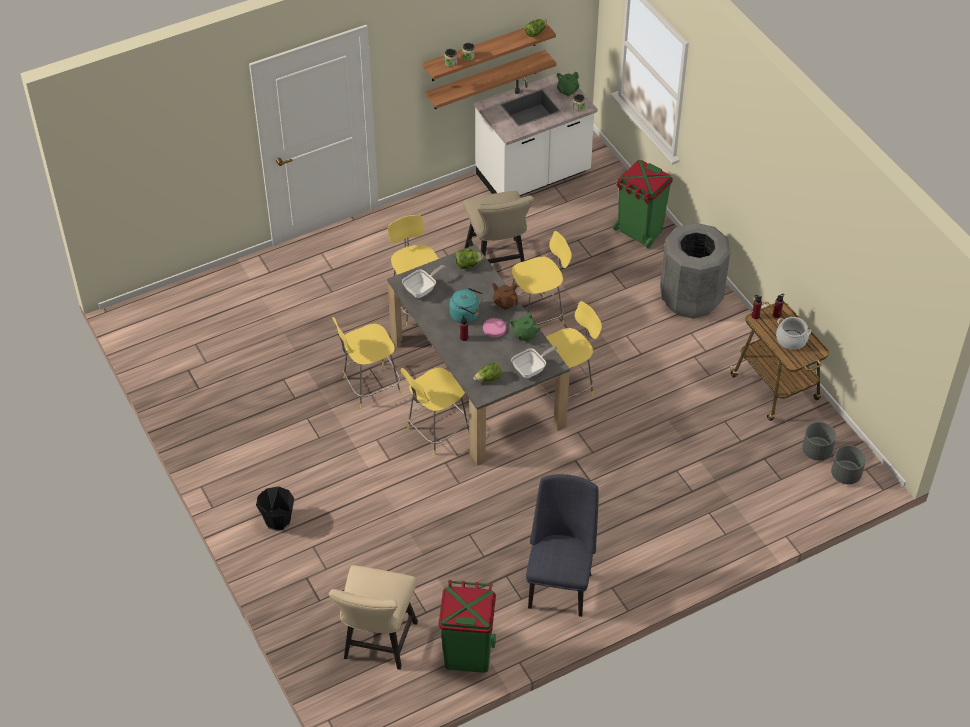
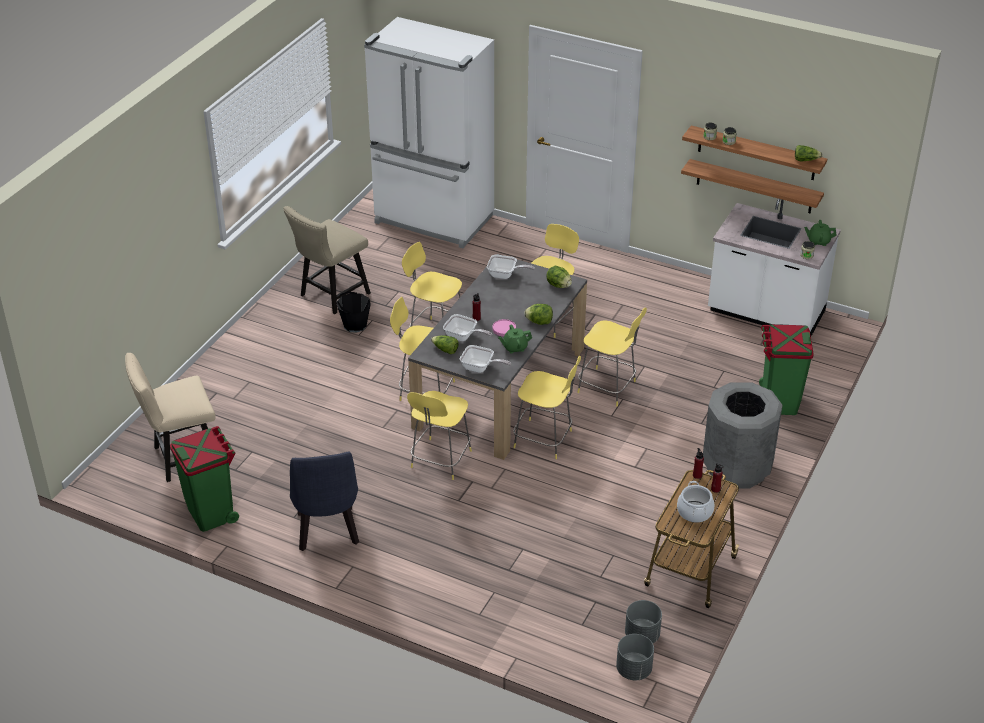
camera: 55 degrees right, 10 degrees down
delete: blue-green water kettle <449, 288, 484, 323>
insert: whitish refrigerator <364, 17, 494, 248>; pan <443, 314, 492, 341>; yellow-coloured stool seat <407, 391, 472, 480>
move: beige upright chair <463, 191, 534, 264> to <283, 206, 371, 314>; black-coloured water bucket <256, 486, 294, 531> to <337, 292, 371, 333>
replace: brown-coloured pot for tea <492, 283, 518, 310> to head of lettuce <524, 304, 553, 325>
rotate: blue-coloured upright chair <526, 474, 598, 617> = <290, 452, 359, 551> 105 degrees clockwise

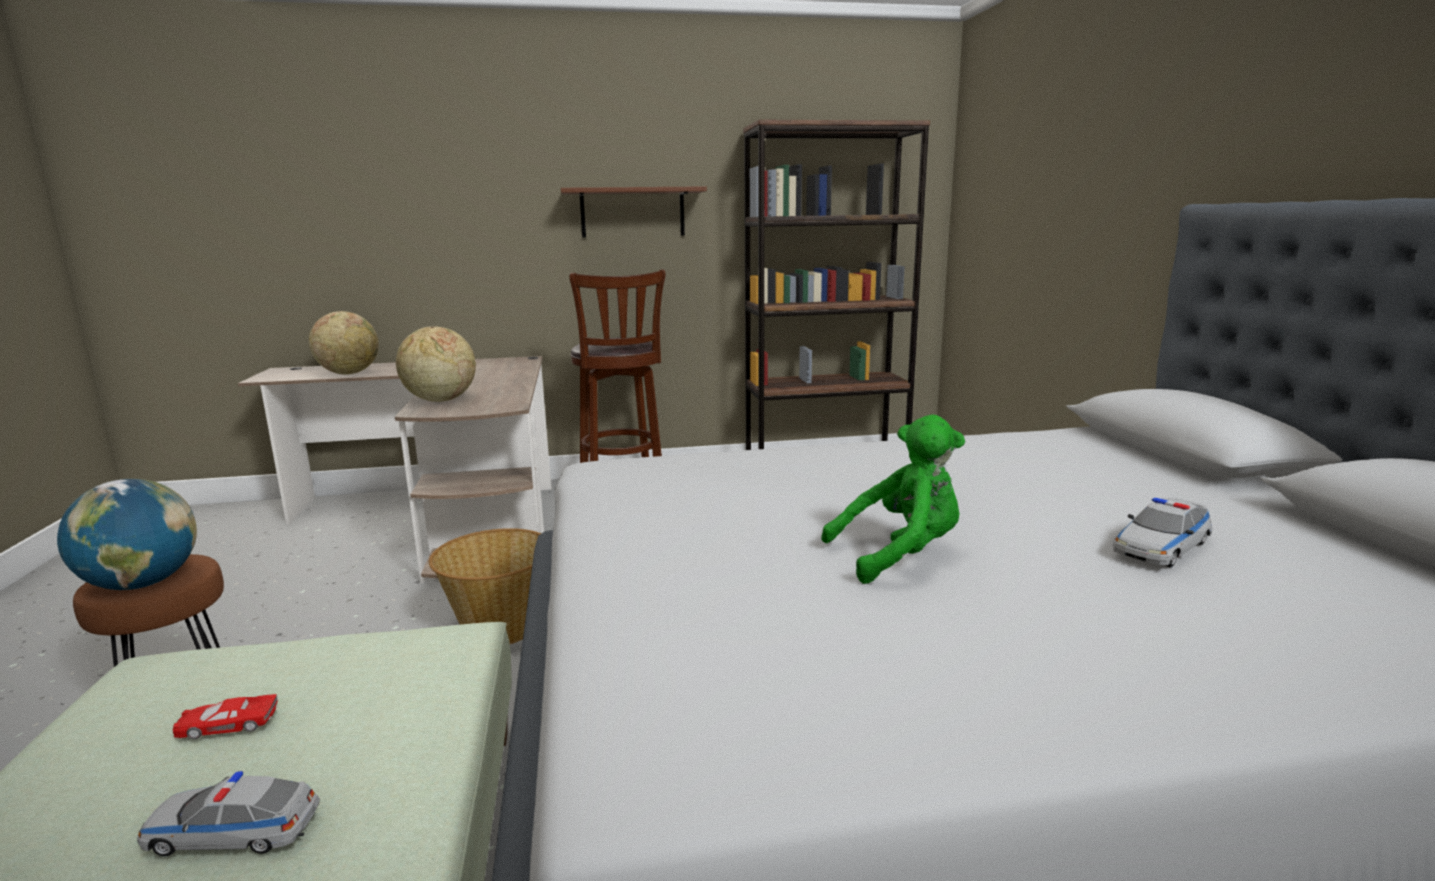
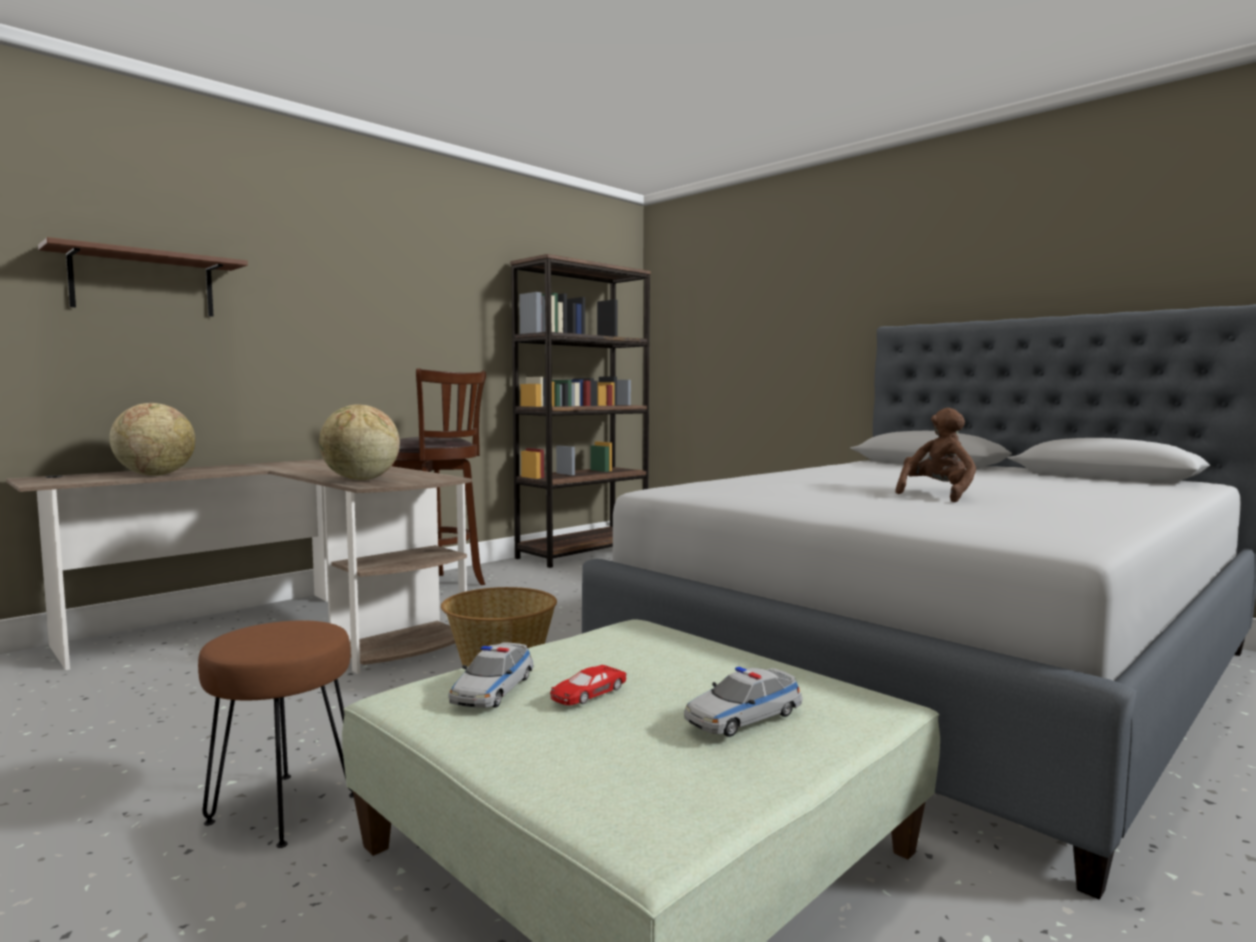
camera: 35 degrees left, 10 degrees down
delete: world globe <57, 479, 197, 590>
move: brown-coloured shelf <561, 186, 707, 238> to <38, 237, 248, 317>; miniature car <1113, 498, 1212, 567> to <448, 642, 534, 708>
recolor: greenish cuddly toy <821, 415, 965, 584> to brown-coloured cuddly toy <895, 408, 976, 502>

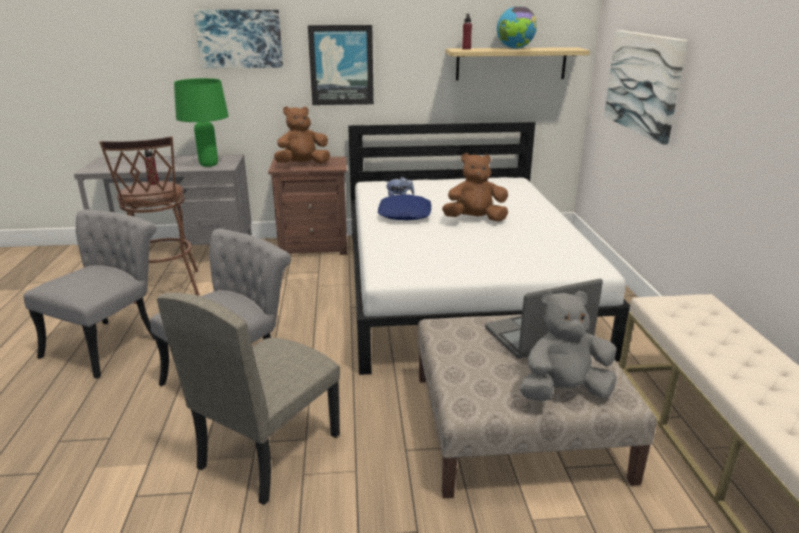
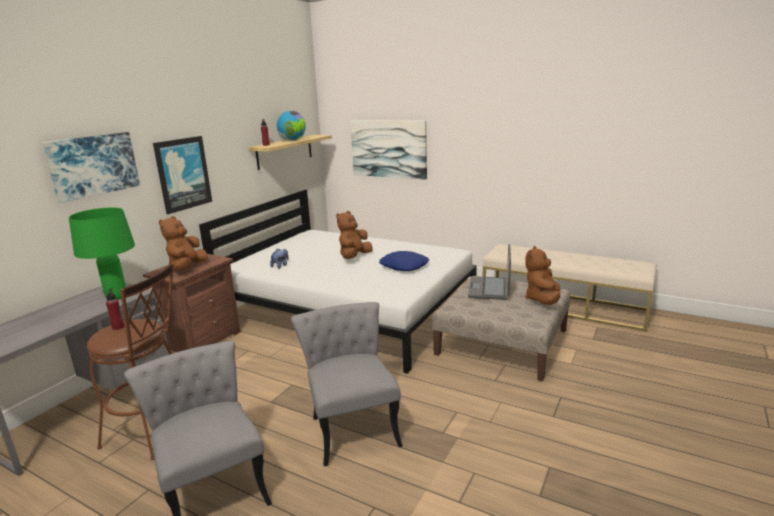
camera: 55 degrees left, 5 degrees down
delete: beige upright chair <157, 293, 340, 505>
move: blue-coloured pillow <378, 194, 432, 220> to <379, 251, 429, 271>
recolor: grey cuddly toy <520, 291, 617, 401> to brown-coloured cuddly toy <525, 246, 560, 305>

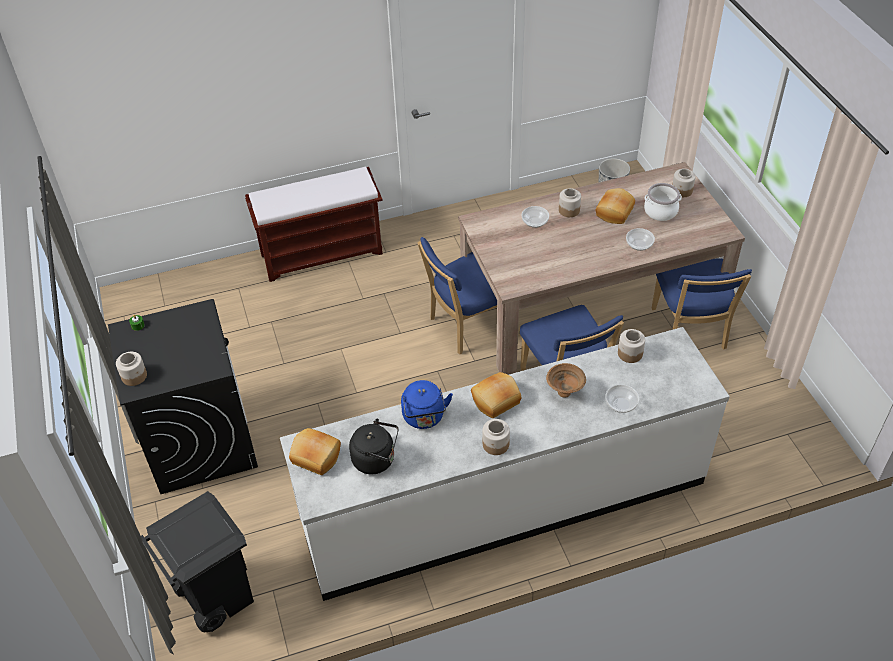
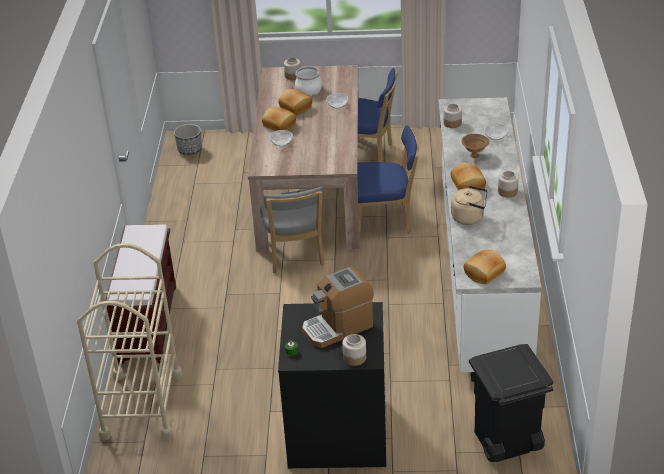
camera: 70 degrees left, 10 degrees down
delete: black-coloured water kettle <349, 419, 398, 474>
insert: beige trolley <77, 243, 183, 441>; coffee brewer <302, 267, 374, 348>
replace: preserve jar <559, 188, 581, 217> to bread <262, 107, 296, 131>
recolor: blue-coloured upright chair <417, 237, 497, 355> to grey upright chair <260, 187, 325, 273>; blue-coloured water kettle <401, 380, 453, 429> to beige water kettle <451, 185, 487, 225>

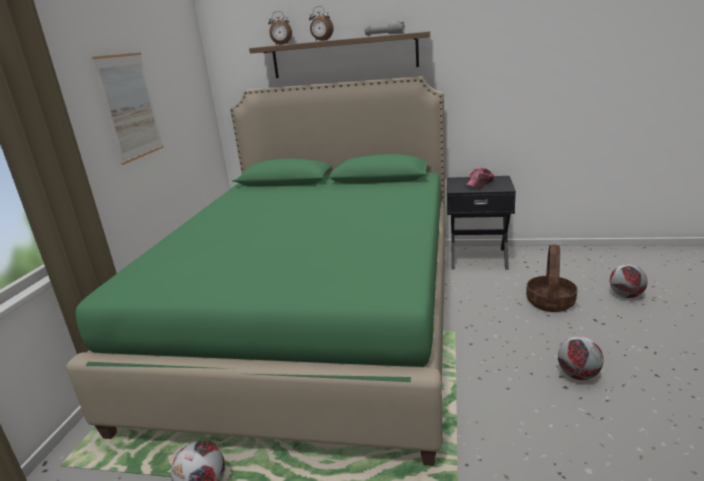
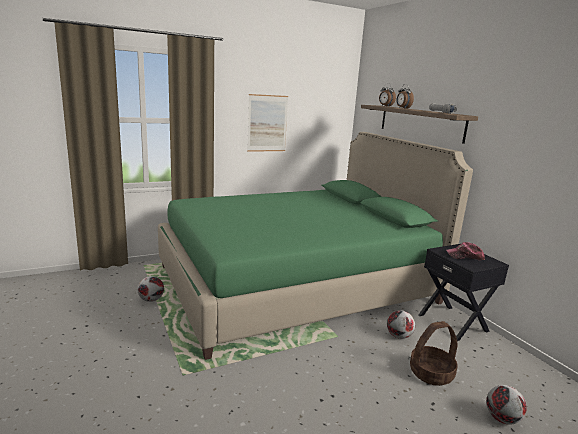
camera: 50 degrees right, 5 degrees down
move: football ball <558, 336, 603, 380> to <387, 310, 415, 339>

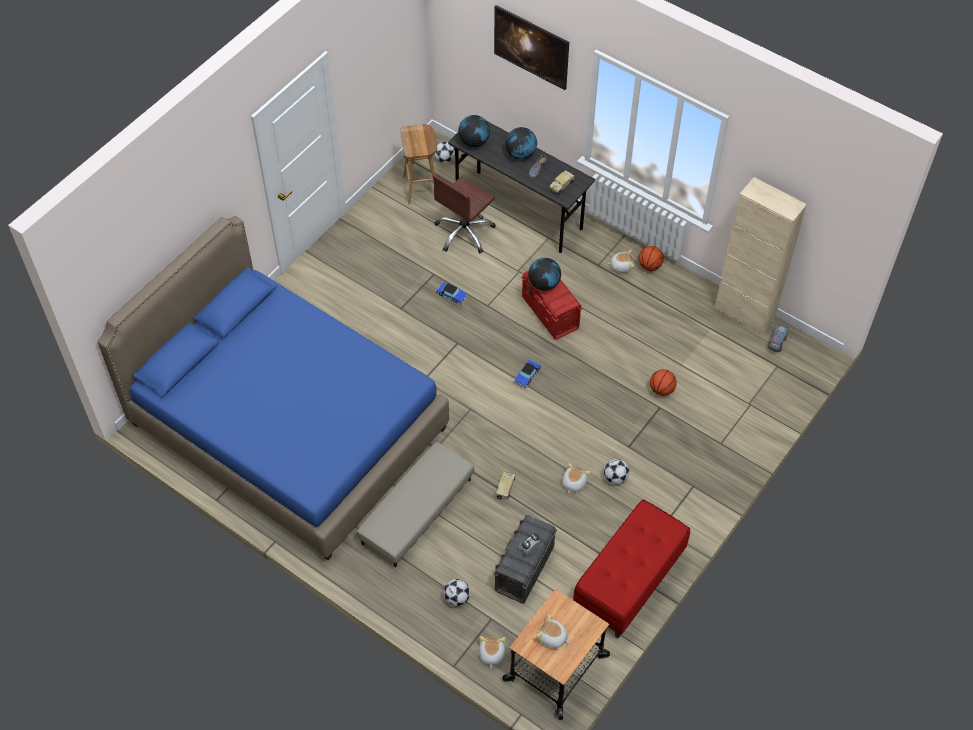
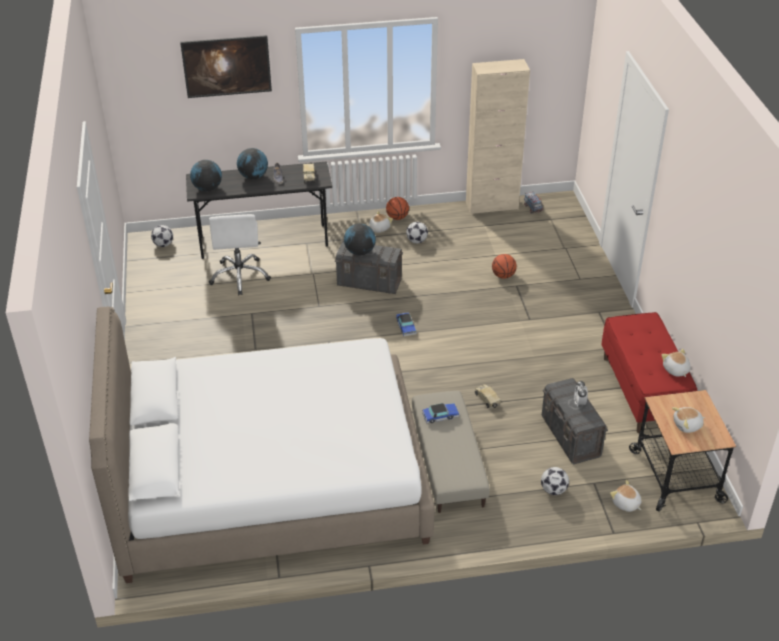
camera: 45 degrees left, 15 degrees down
delete: brown-coloured stool seat <400, 124, 437, 204>
move: miniature car <436, 282, 468, 305> to <422, 403, 459, 423>; football ball <604, 459, 629, 484> to <406, 222, 428, 243>; cuddly toy <562, 463, 590, 493> to <662, 349, 691, 377>
recolor: brown-coloured desk chair <433, 175, 496, 253> to whitish desk chair <209, 214, 271, 296>; blue-coloured sleeping bed <97, 216, 449, 560> to whitish sleeping bed <89, 307, 435, 583>; red-coloured storage bin <521, 271, 583, 340> to grey storage bin <335, 240, 403, 294>

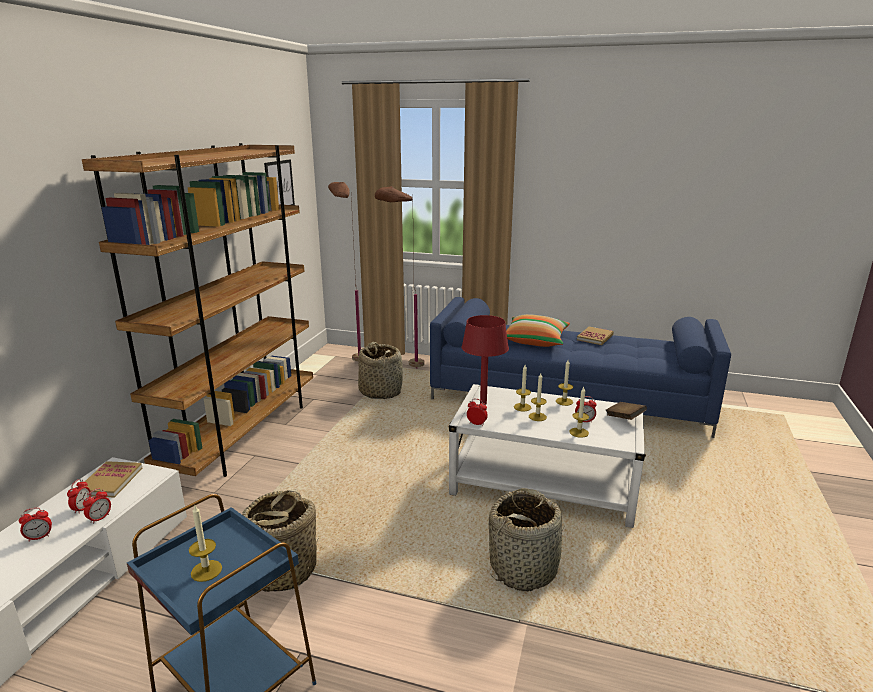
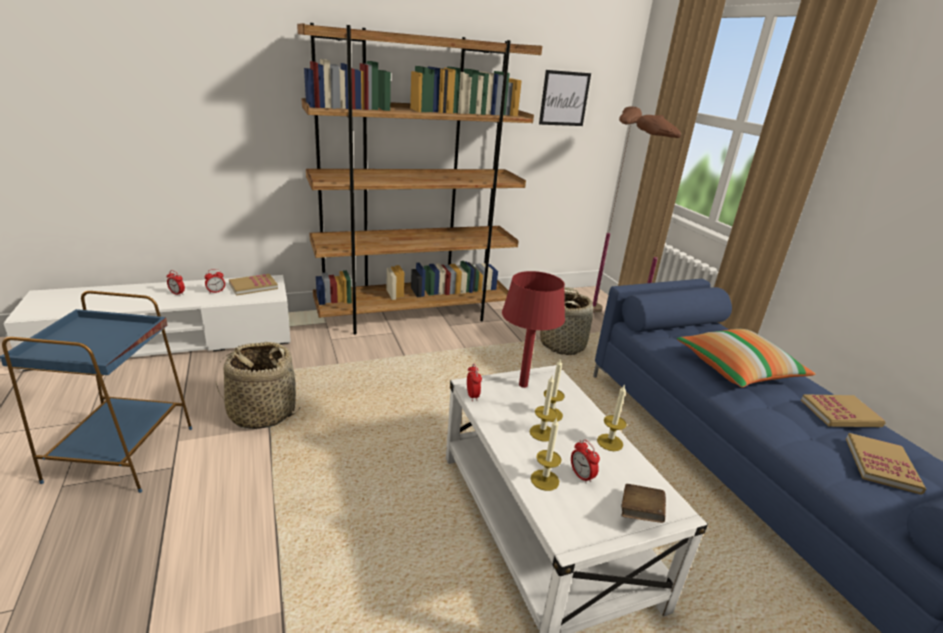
camera: 50 degrees right, 5 degrees up
delete: storage basket <489, 488, 565, 591>; alarm clock <83, 489, 111, 524>; candle <189, 505, 222, 582>
insert: book <846, 433, 926, 495>

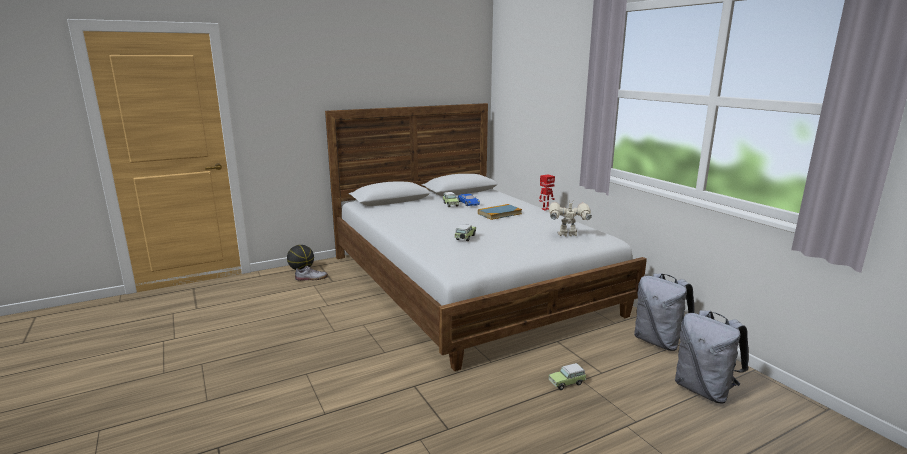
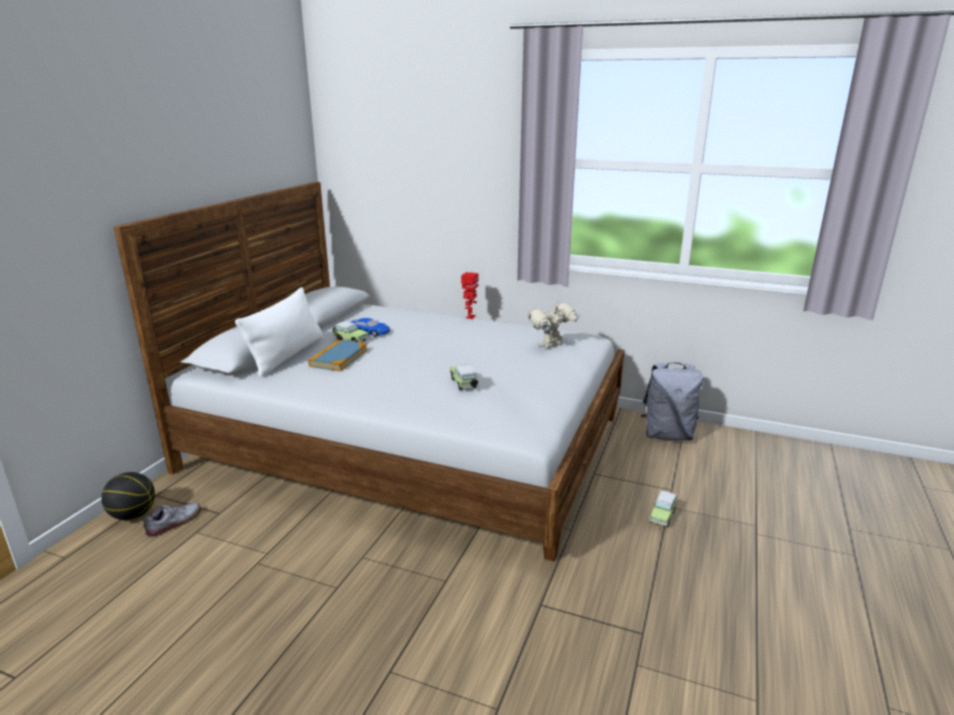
camera: 40 degrees left, 5 degrees up
delete: grey knapsack <675, 310, 749, 403>
insert: whitish pillow <235, 287, 324, 378>
move: book <478, 204, 522, 220> to <309, 340, 368, 371>

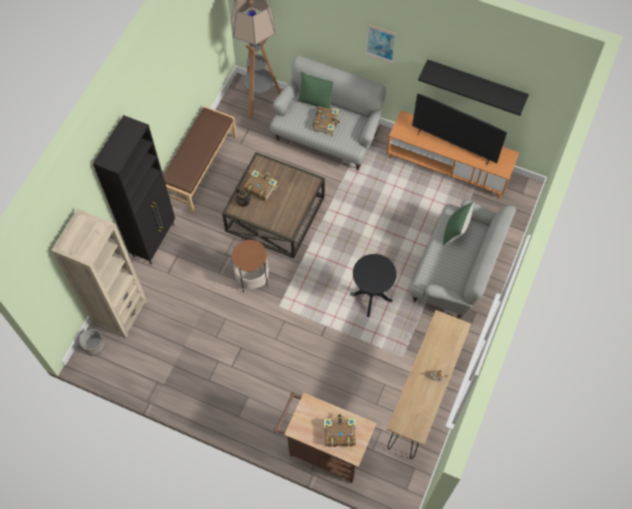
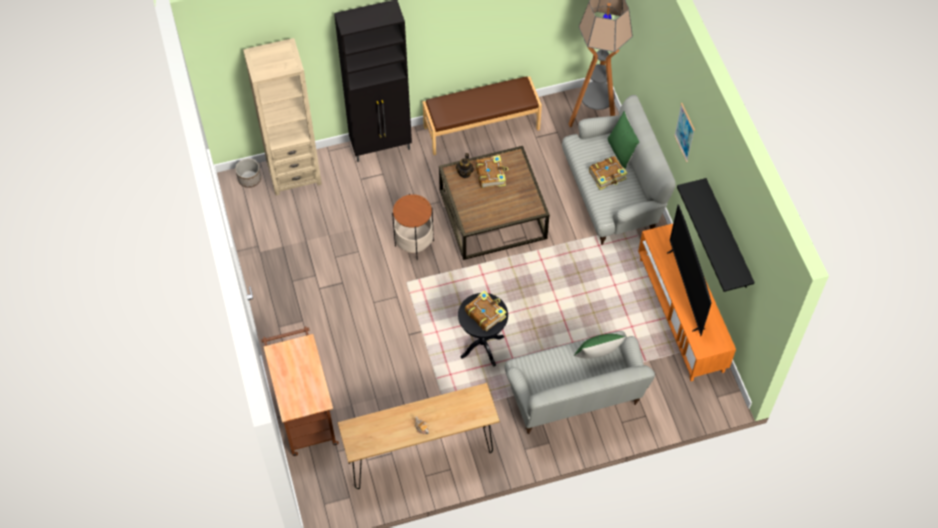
camera: 50 degrees right, 5 degrees down
move: book <324, 413, 356, 447> to <465, 290, 506, 331>

